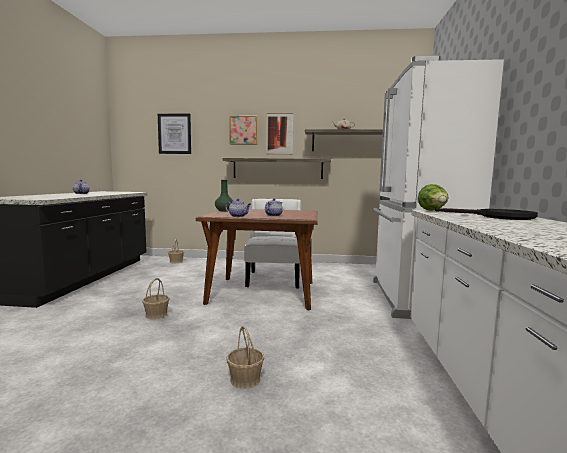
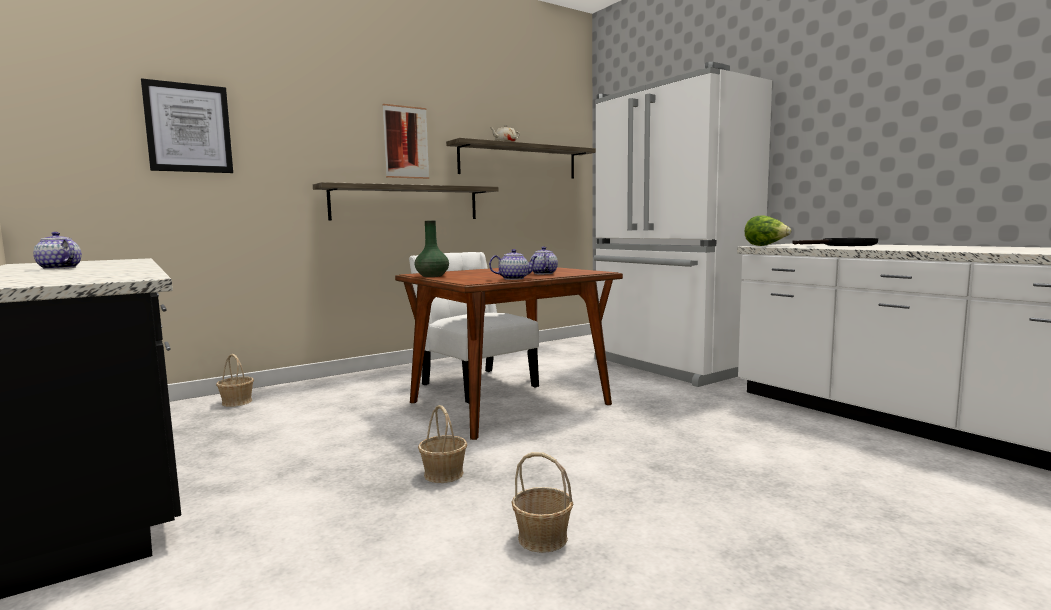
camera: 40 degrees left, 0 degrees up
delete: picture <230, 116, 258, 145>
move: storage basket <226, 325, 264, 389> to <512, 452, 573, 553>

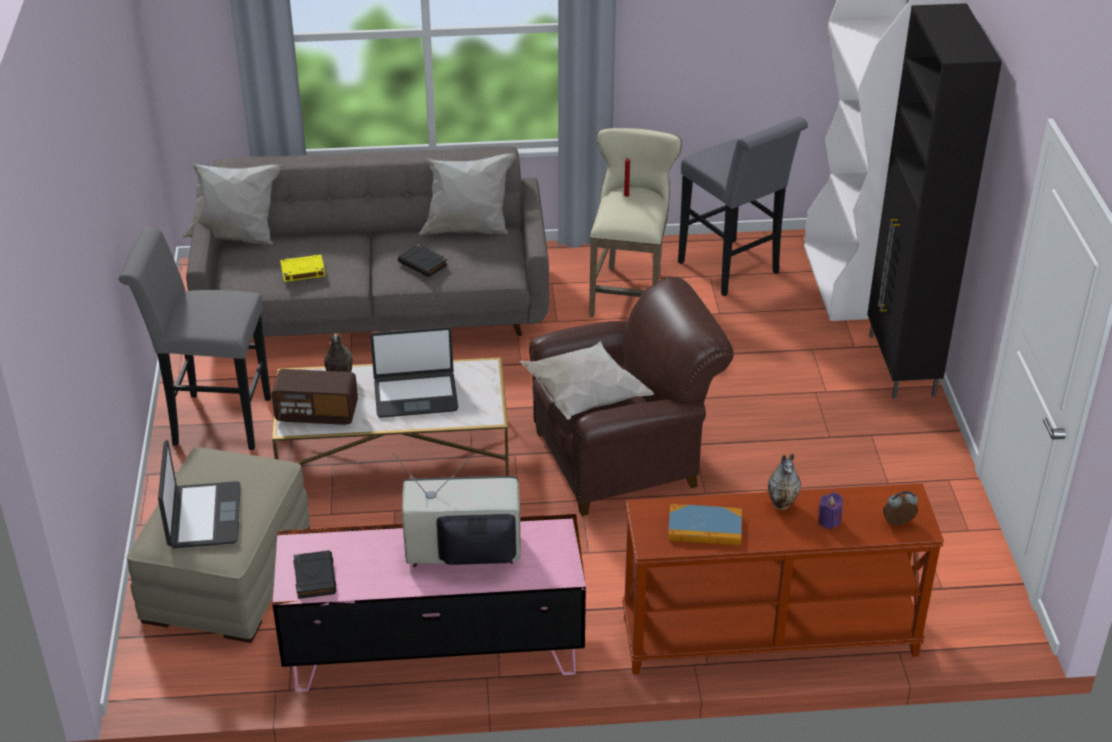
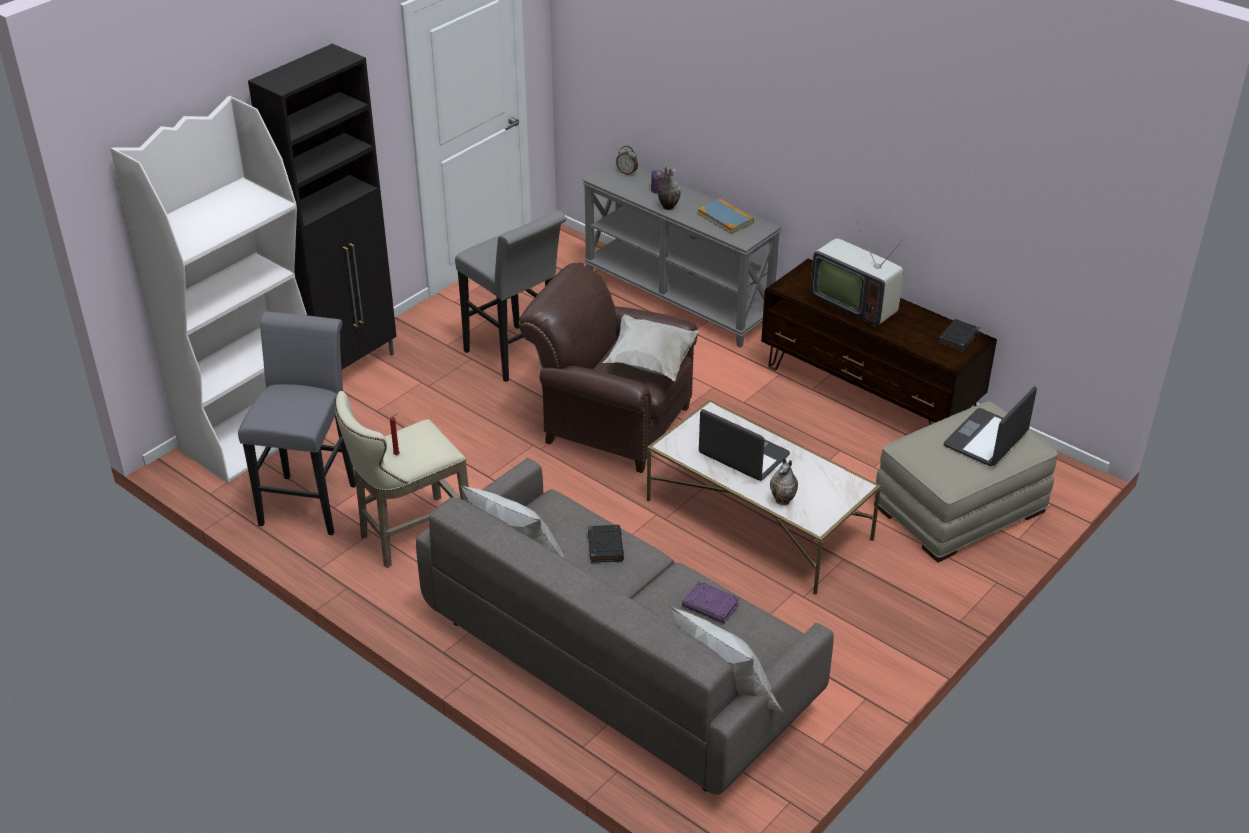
camera: 135 degrees left, 0 degrees up
delete: radio <271, 369, 358, 425>
move: grey stool seat <119, 227, 271, 450> to <455, 211, 566, 382>
recolor: yellow-coloured book <280, 255, 325, 282> to purple-coloured book <682, 581, 740, 624>; brown-coloured narrow table <622, 483, 944, 674> to grey narrow table <583, 161, 782, 348>; pinkish tv unit <272, 514, 586, 692> to brown-coloured tv unit <761, 258, 997, 425>

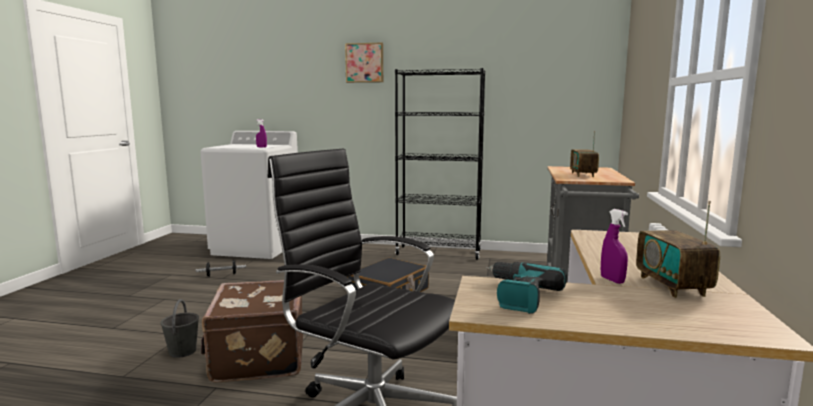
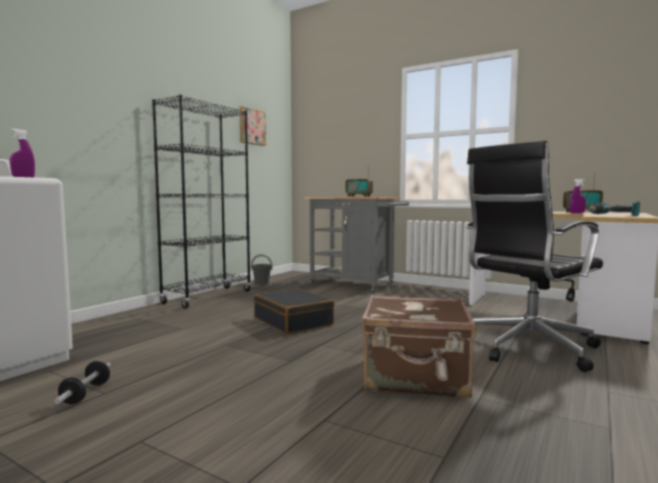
camera: 70 degrees left, 5 degrees down
move: picture <345, 42, 383, 83> to <239, 106, 266, 146>; grey water bucket <160, 299, 199, 358> to <251, 255, 272, 285>

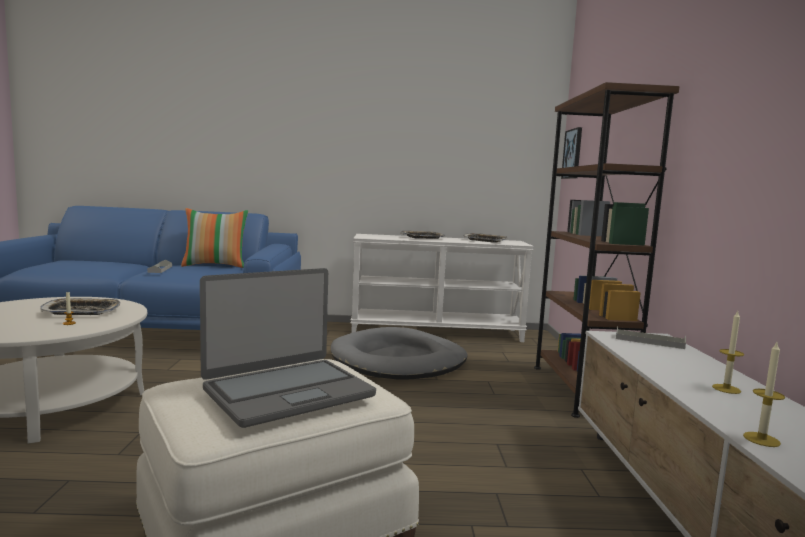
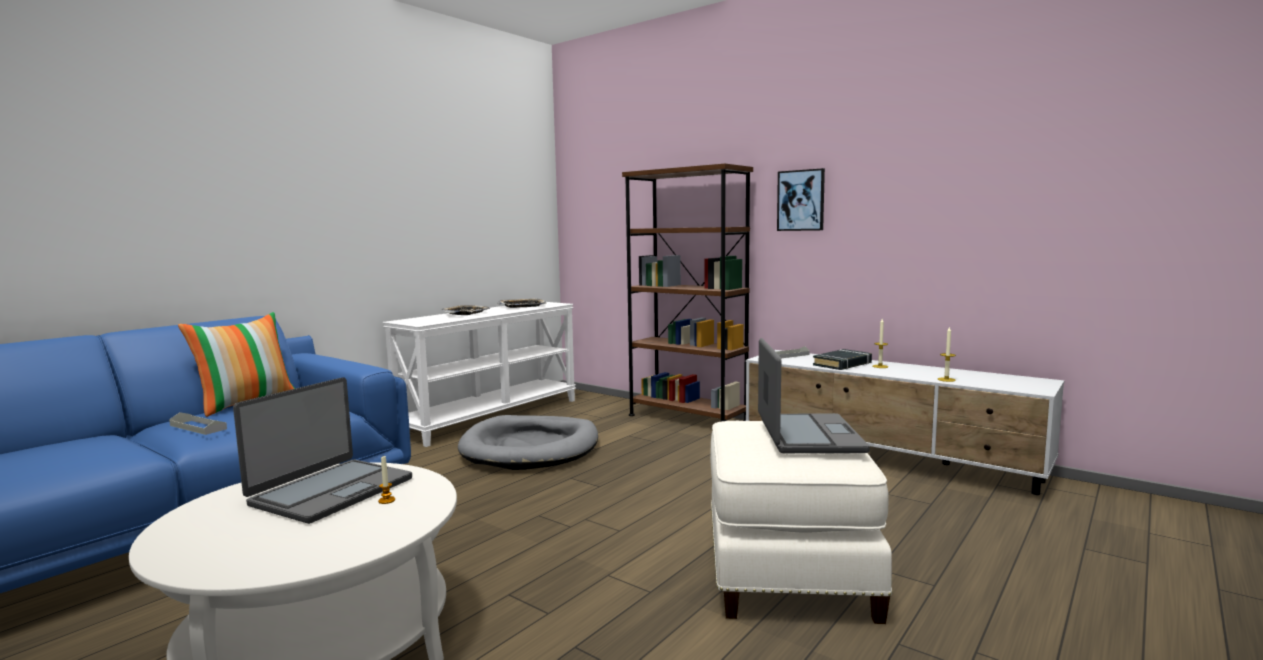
camera: 50 degrees left, 0 degrees up
insert: black-coloured book <813, 349, 872, 370>
move: picture <561, 127, 582, 179> to <777, 168, 825, 231>
replace: serving tray <40, 298, 121, 315> to notebook computer <233, 377, 412, 524>

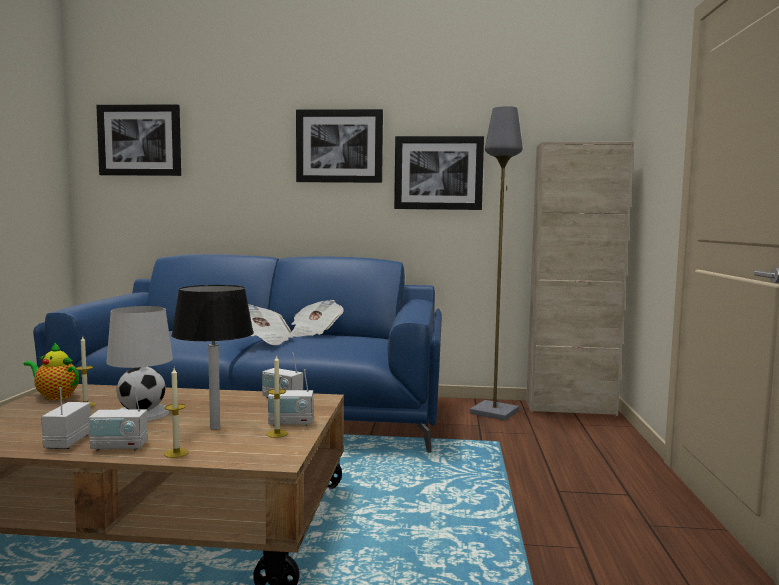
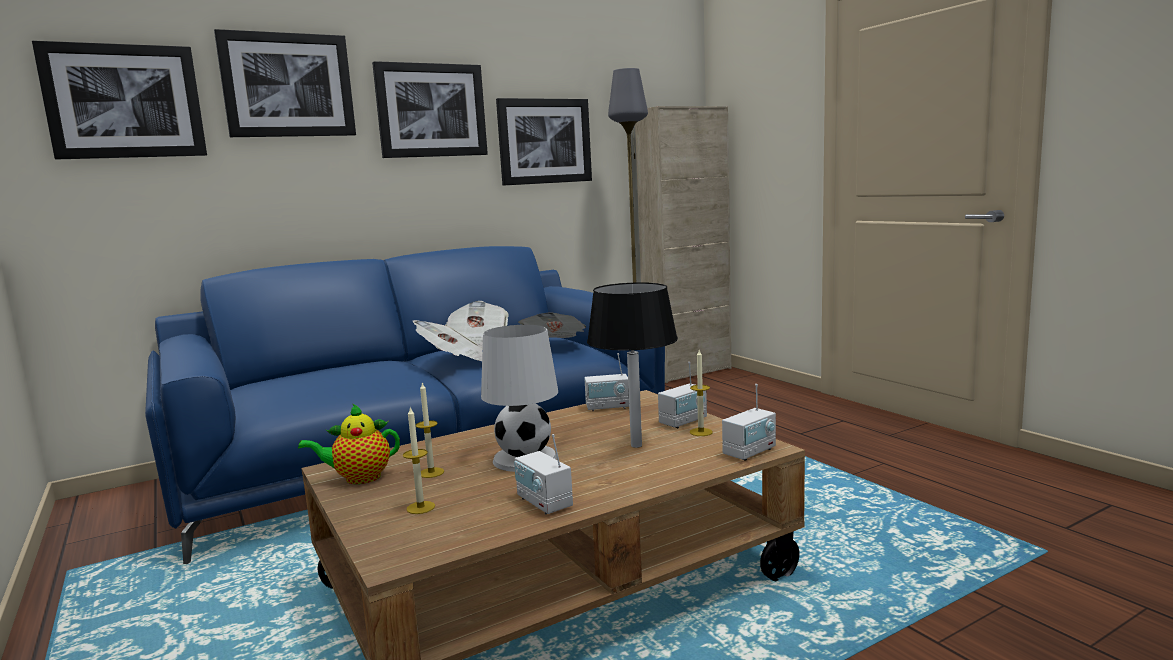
camera: 35 degrees left, 5 degrees up
insert: picture <214, 29, 356, 137>; daily paper <518, 313, 586, 338>
move: candle <164, 368, 189, 458> to <403, 407, 435, 514>; radio <89, 386, 148, 451> to <722, 384, 776, 461>

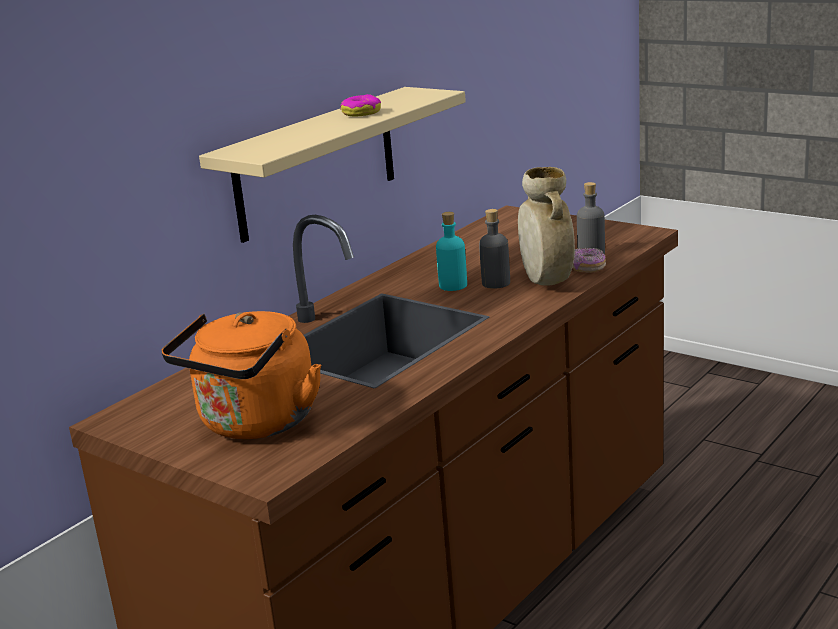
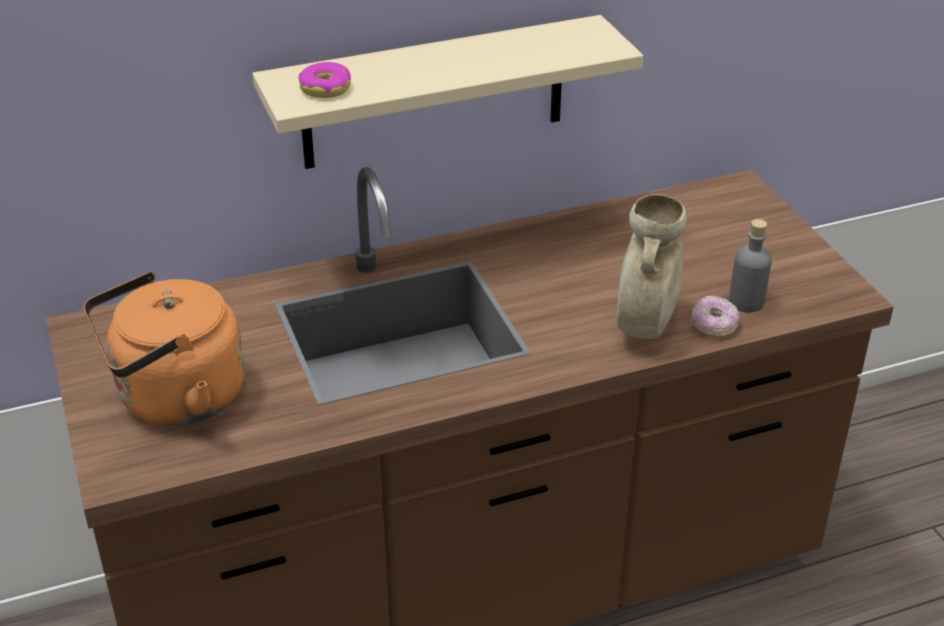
camera: 30 degrees right, 15 degrees up
delete: grey drink bottle <479, 209, 510, 289>; blue-green drink bottle <436, 212, 467, 291>
move: ring doughnut <340, 94, 381, 116> to <298, 62, 351, 98>

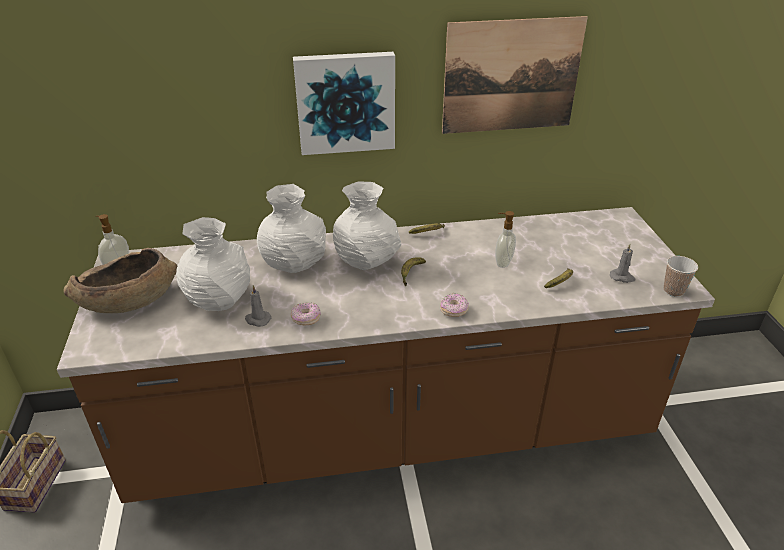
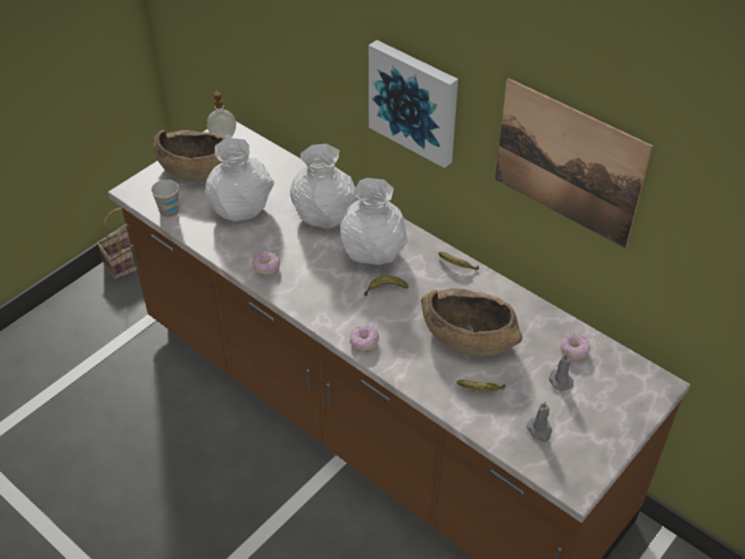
camera: 50 degrees right, 10 degrees up
insert: ring doughnut <560, 333, 590, 360>
move: cup <664, 256, 698, 297> to <151, 180, 179, 218>; grey candle <245, 285, 271, 327> to <549, 353, 574, 391>
replace: soap bottle <495, 211, 516, 268> to brown-coloured deep dish <421, 289, 522, 357>

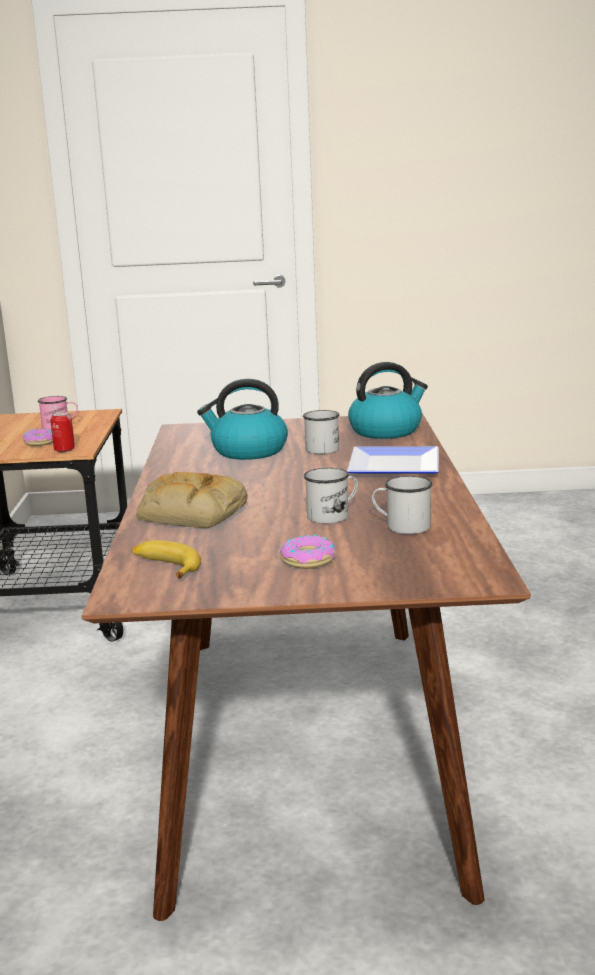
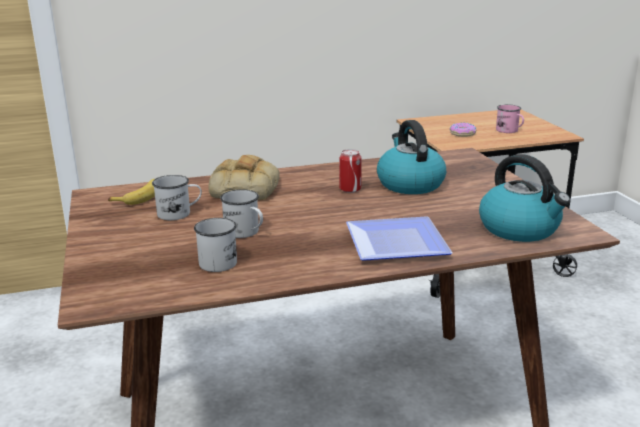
camera: 75 degrees right, 5 degrees up
delete: ring doughnut <280, 534, 336, 569>
move: whitish coffee mug <303, 410, 340, 454> to <152, 175, 202, 220>; sealed can <50, 411, 75, 452> to <339, 149, 362, 193>

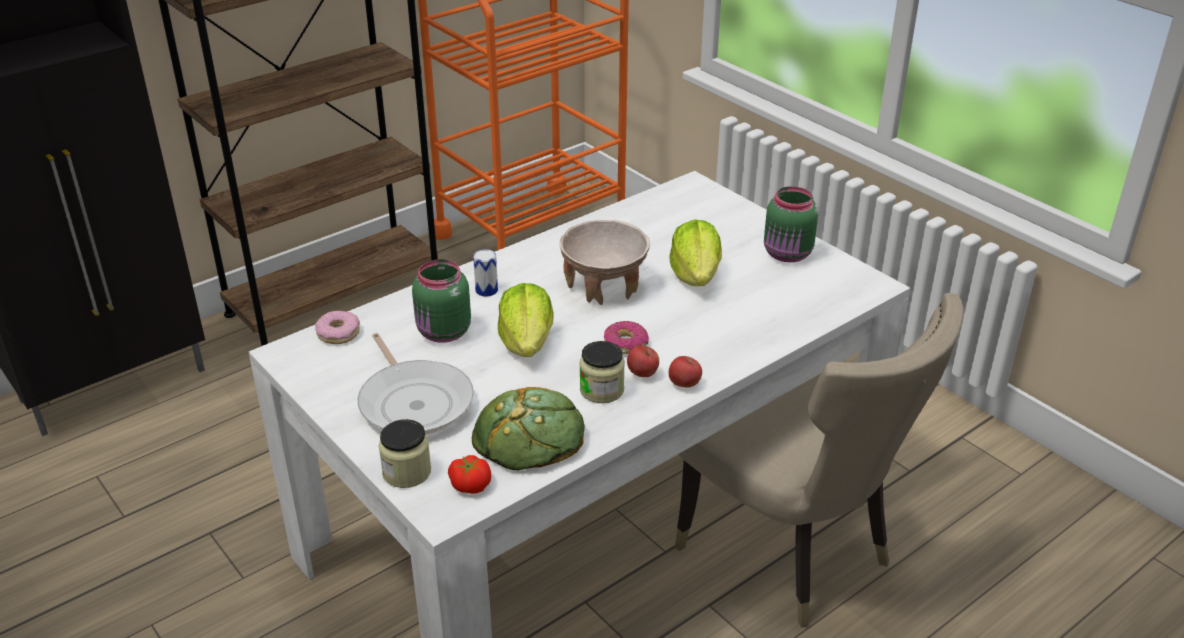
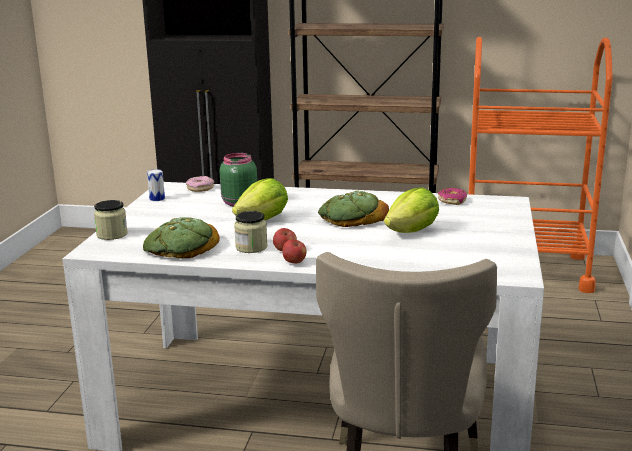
camera: 50 degrees right, 15 degrees down
delete: greenish preserve jar <764, 186, 818, 262>; pan <357, 333, 474, 435>; whole tomato <448, 455, 491, 494>
move: sealed can <473, 249, 498, 297> to <147, 169, 165, 201>; ring doughnut <604, 321, 649, 354> to <438, 188, 467, 205>
replace: beige deep dish <560, 220, 650, 305> to bread <318, 191, 389, 227>

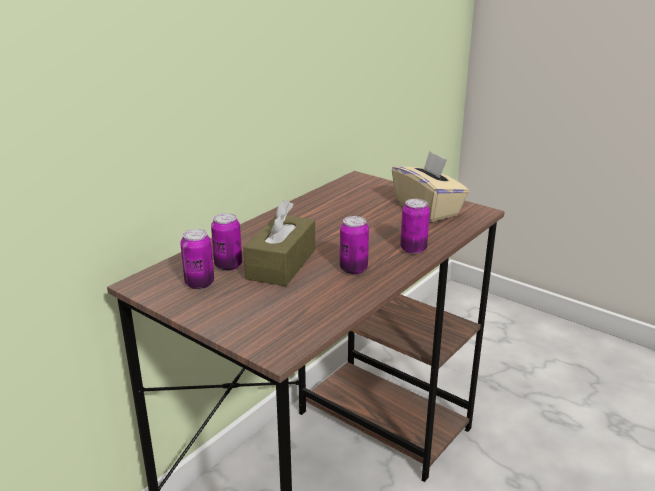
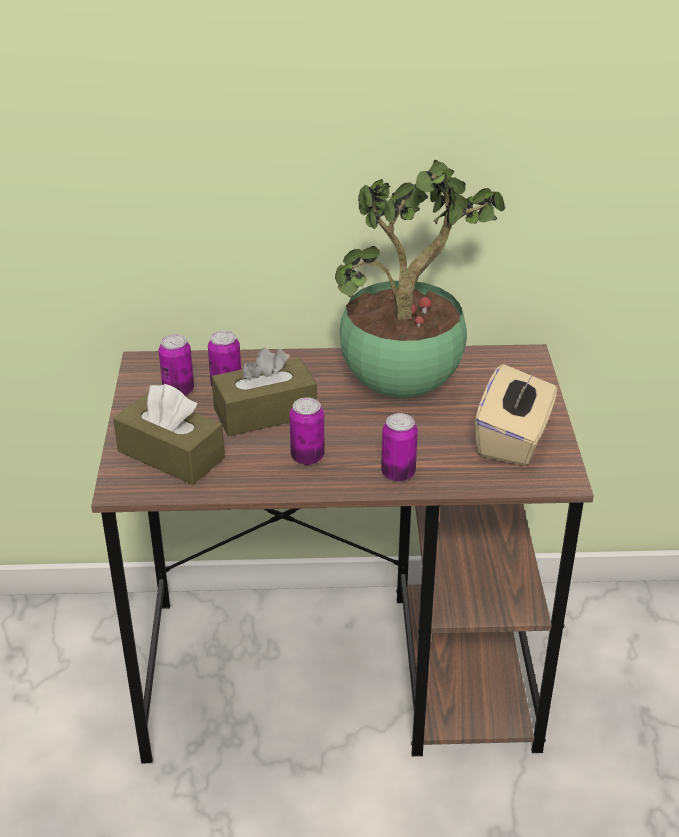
camera: 50 degrees right, 10 degrees up
insert: houseplant <335, 160, 505, 398>; brown-coloured tissue holder <113, 384, 225, 485>

